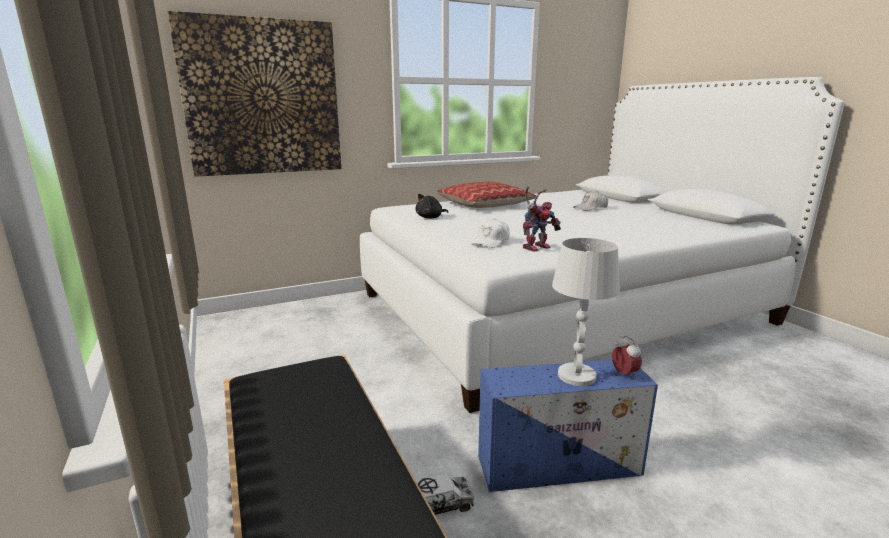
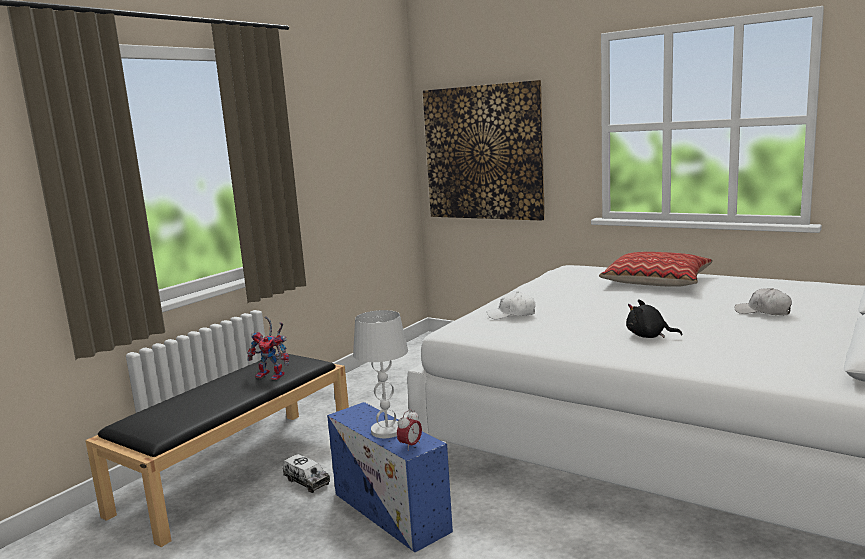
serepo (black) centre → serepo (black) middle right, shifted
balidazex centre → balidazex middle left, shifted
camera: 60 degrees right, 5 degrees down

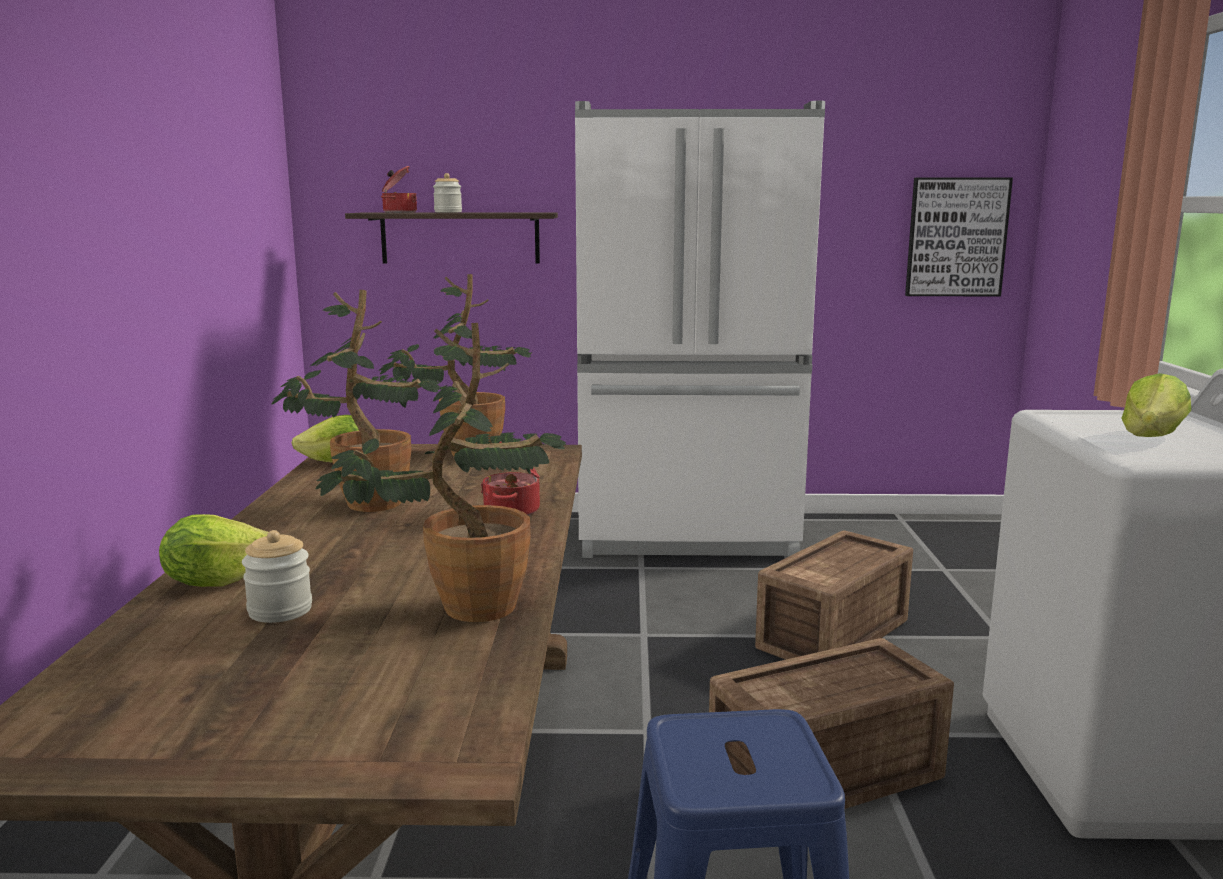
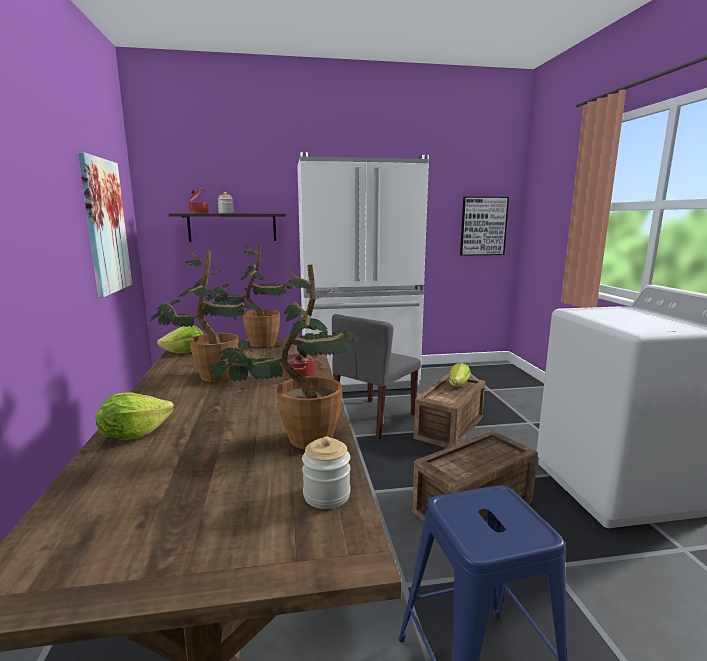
- → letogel (no. 1 from left) middle left
- → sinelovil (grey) centre
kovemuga (no. 1 from left in the first image) middle left → kovemuga (no. 2 from left) bottom centre, shifted
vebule (no. 3 from left) middle right → vebule (no. 3 from left) centre, shifted
camera: 10 degrees left, 0 degrees up

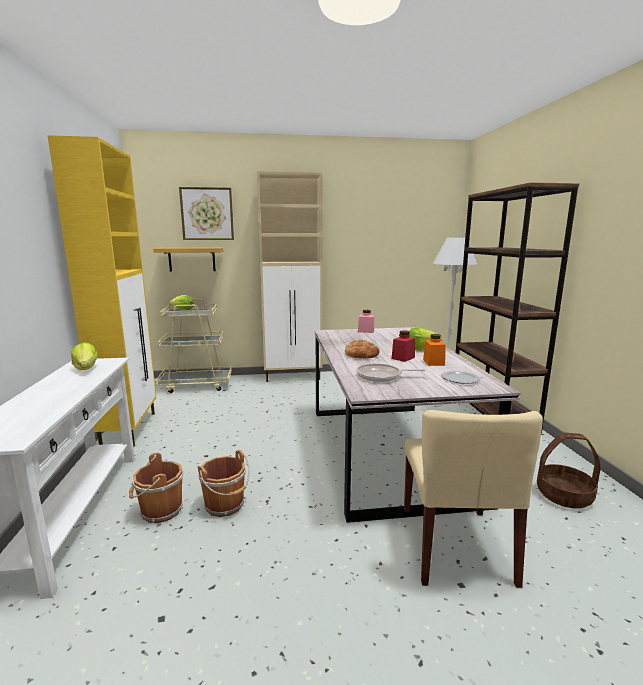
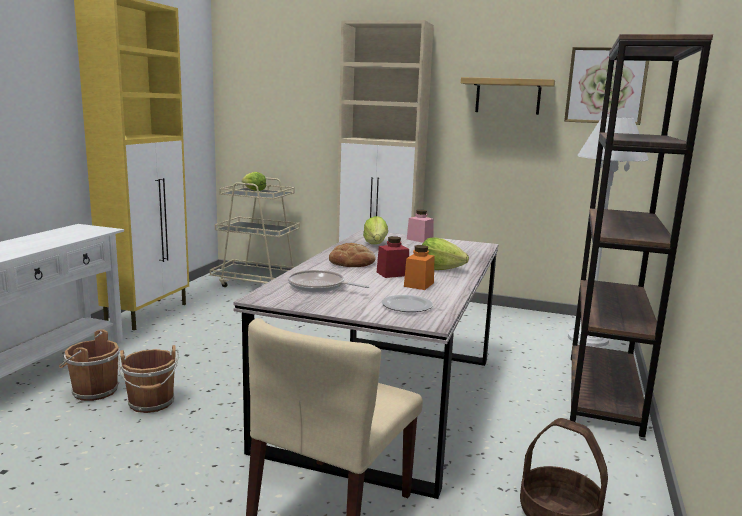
vebule (no. 1 from left in the first image) middle left → vebule (no. 2 from left) centre, shifted
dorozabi middle left → dorozabi top right, shifted
letogel top left → letogel top right, shifted
camera: 25 degrees right, 0 degrees up

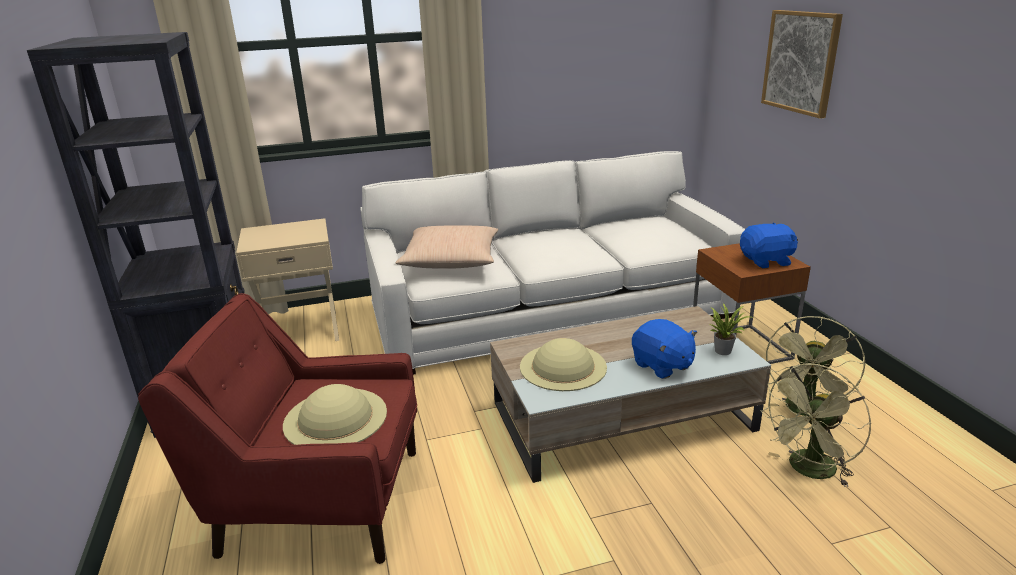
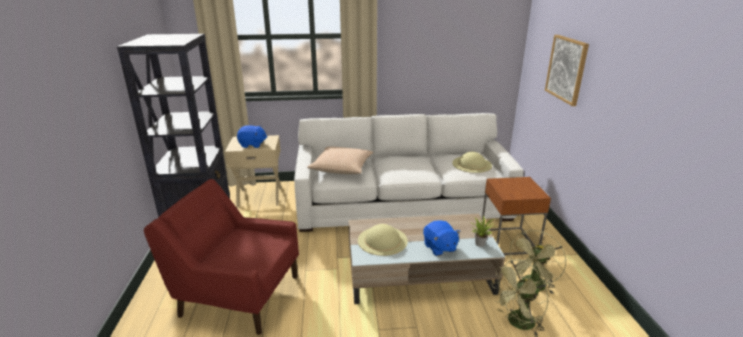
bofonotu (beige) (no. 1 from left in the first image) bottom left → bofonotu (beige) (no. 2 from left) centre, shifted
serepo (blue) (no. 2 from left in the first image) middle right → serepo (blue) (no. 1 from left) centre, shifted
camera: 10 degrees right, 0 degrees up

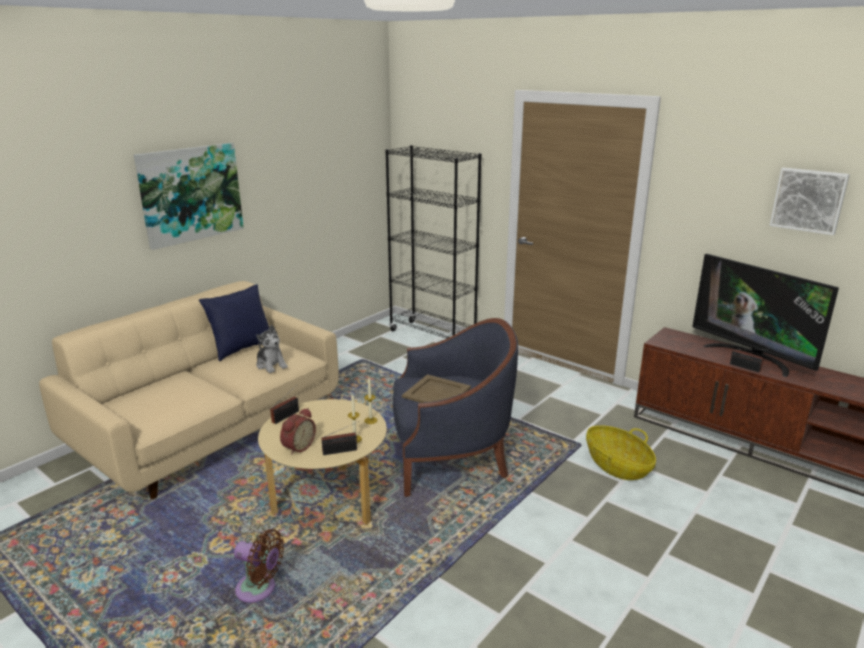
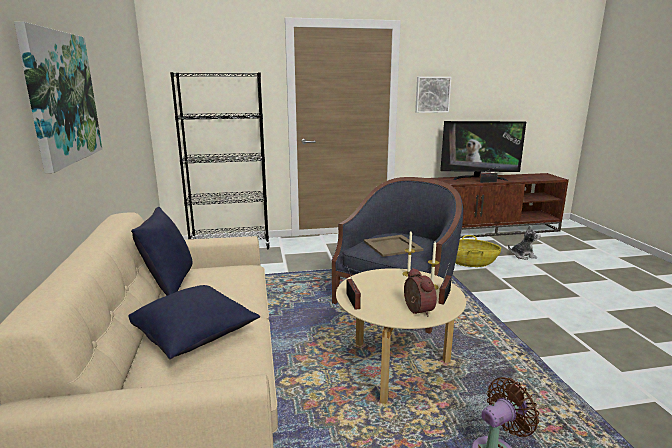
- → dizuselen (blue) (no. 2 from left) bottom left
serepo middle left → serepo middle right, shifted
letogel (no. 2 from left) top right → letogel (no. 2 from left) top centre, shifted
camera: 50 degrees left, 5 degrees down

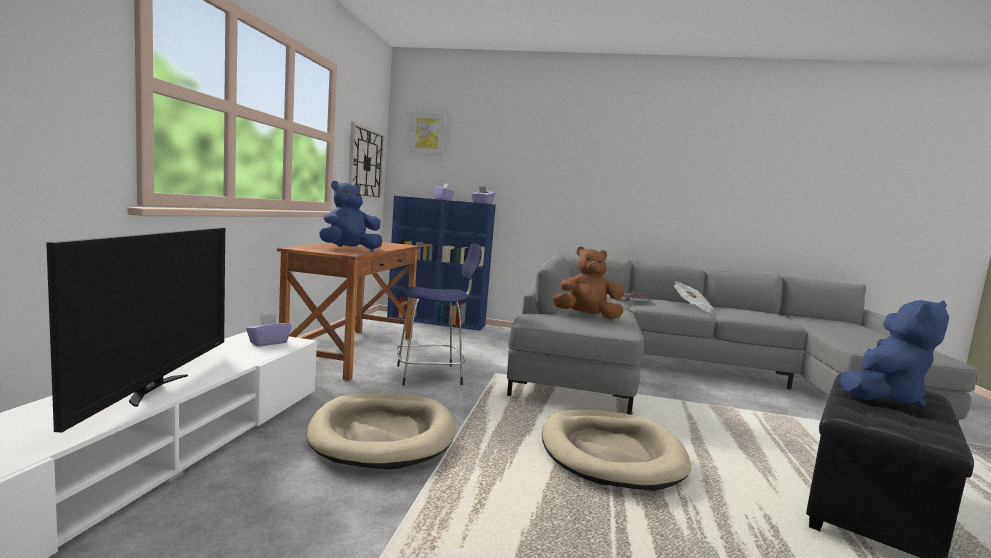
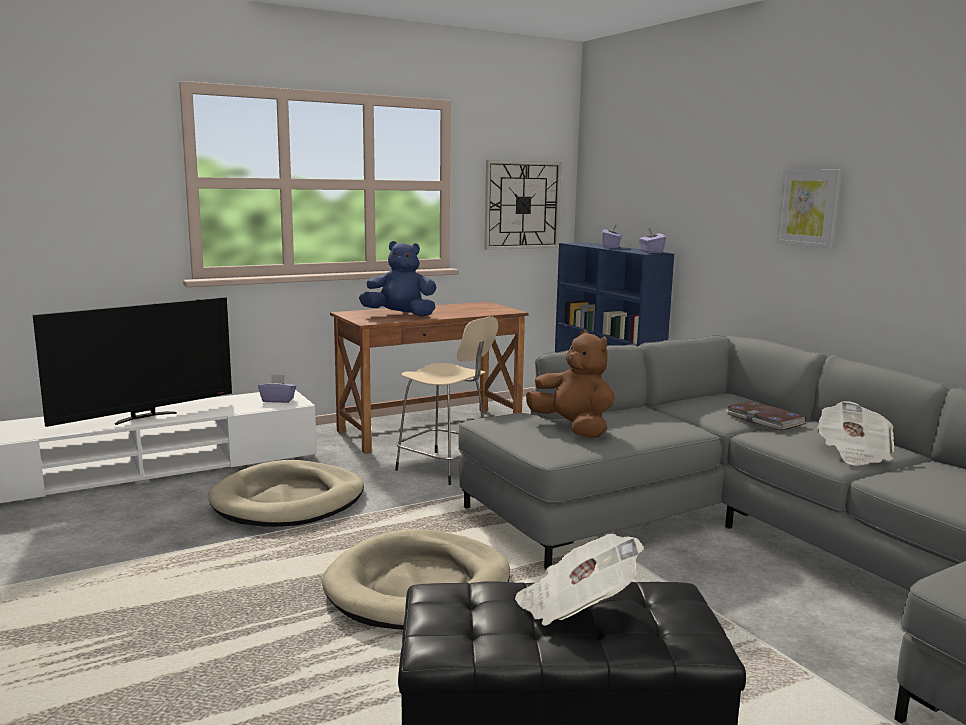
letogel top centre → letogel top right, shifted
serepo (blue) (no. 2 from left) middle right → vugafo (no. 1 from left) bottom centre
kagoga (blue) centre → kagoga (beige) centre
camera: 50 degrees right, 5 degrees up

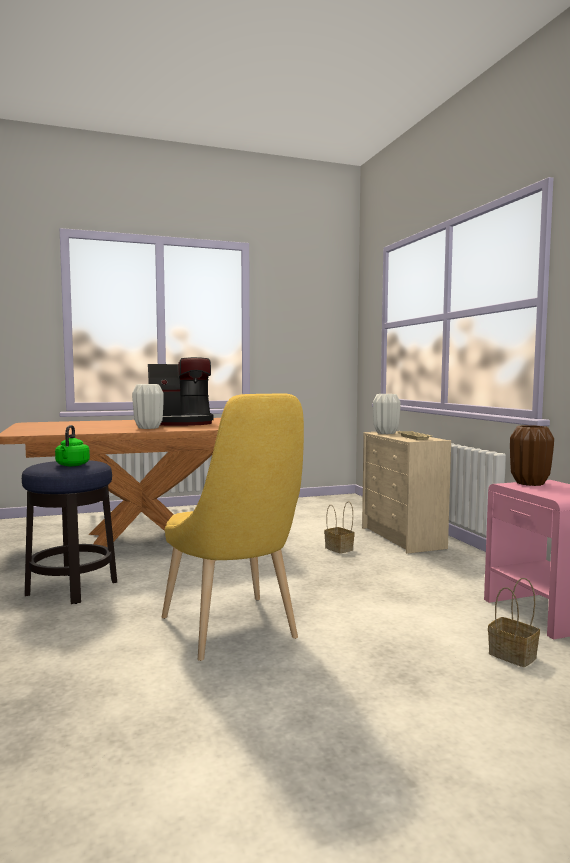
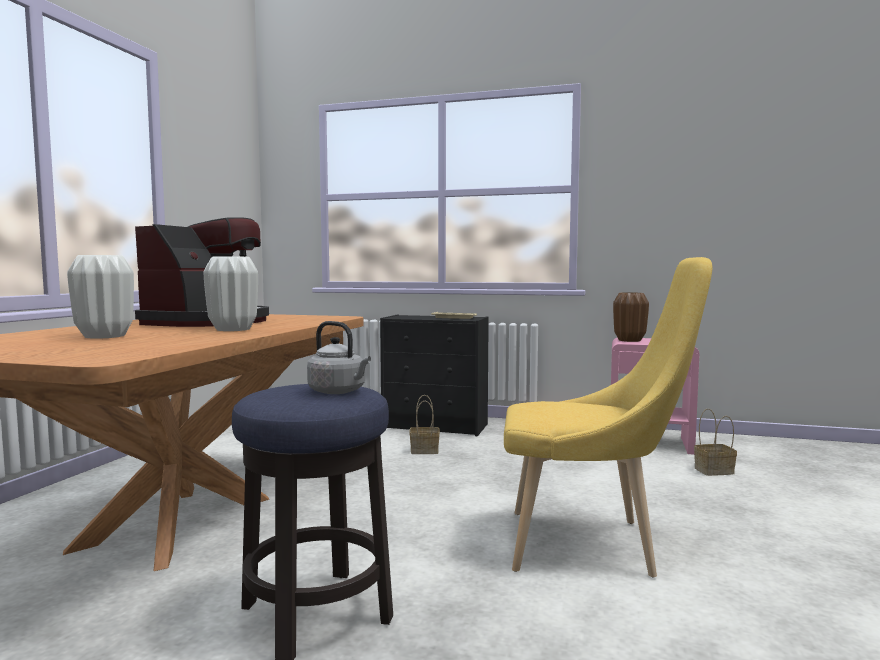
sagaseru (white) (no. 2 from left in the first image) middle right → sagaseru (white) (no. 1 from left) middle left, shifted
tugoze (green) middle left → tugoze (grey) centre
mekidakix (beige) middle right → mekidakix (black) centre
camera: 55 degrees left, 0 degrees up

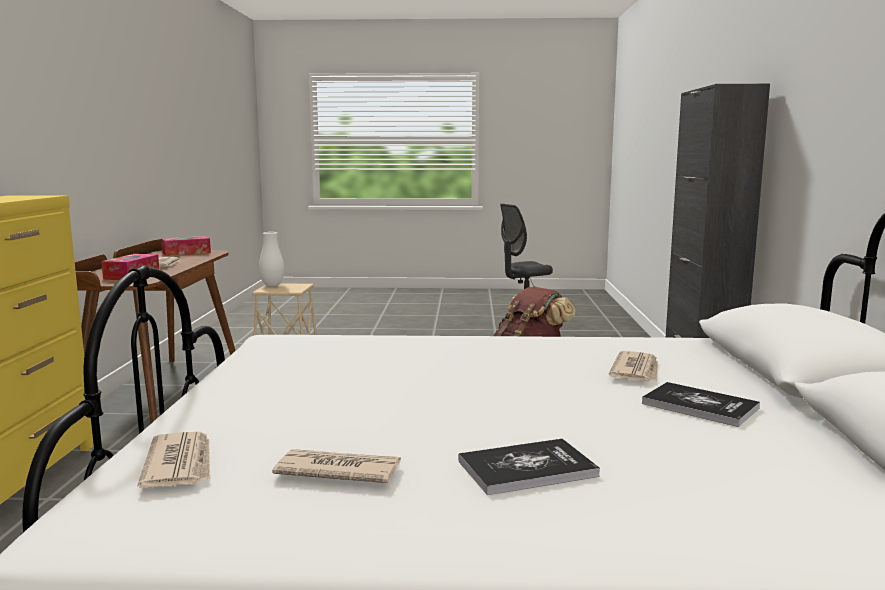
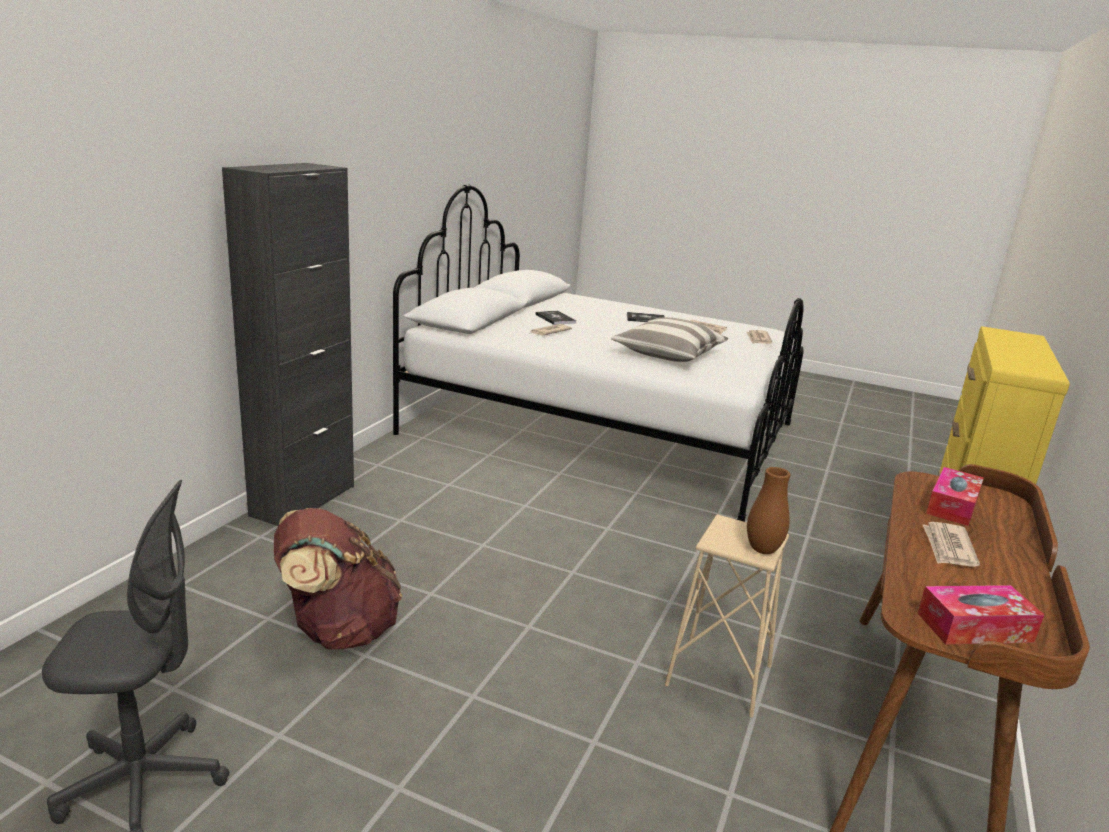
- → dizuselen centre
sagaseru (white) middle left → sagaseru (brown) middle right
camera: 160 degrees left, 10 degrees up

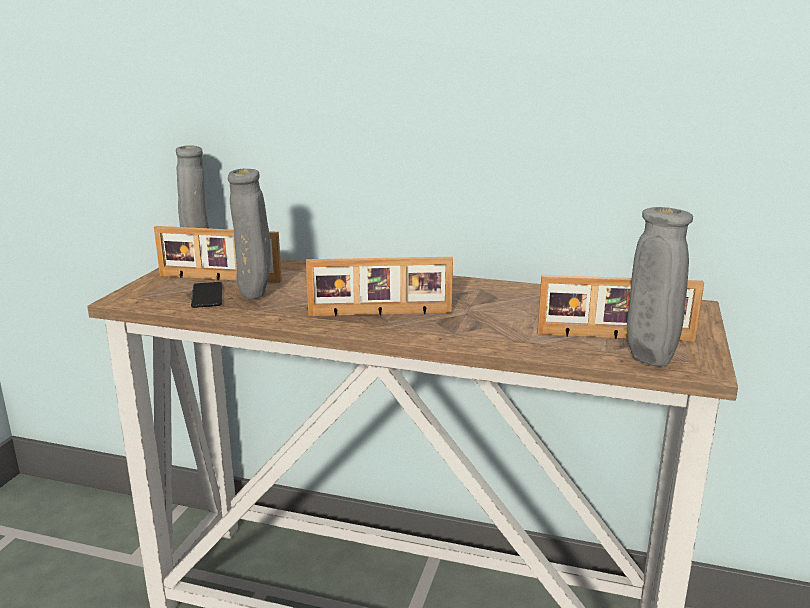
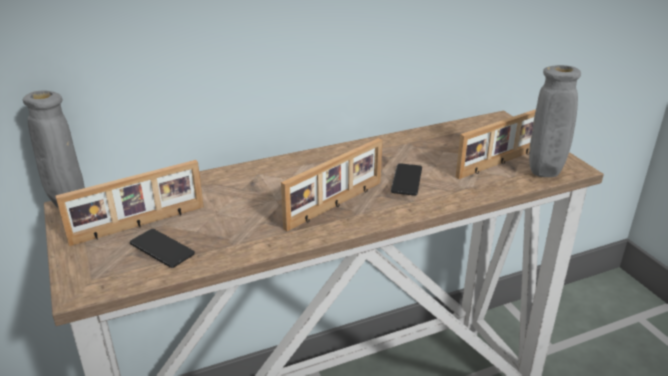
sagaseru (grey) (no. 2 from left) middle left → -
- → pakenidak (no. 2 from left) centre
camera: 40 degrees left, 10 degrees up

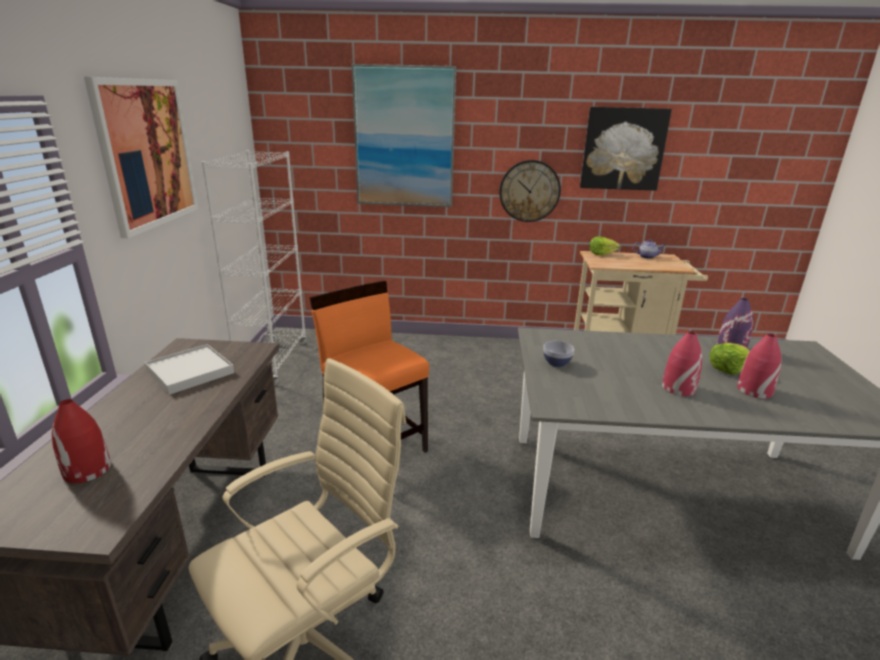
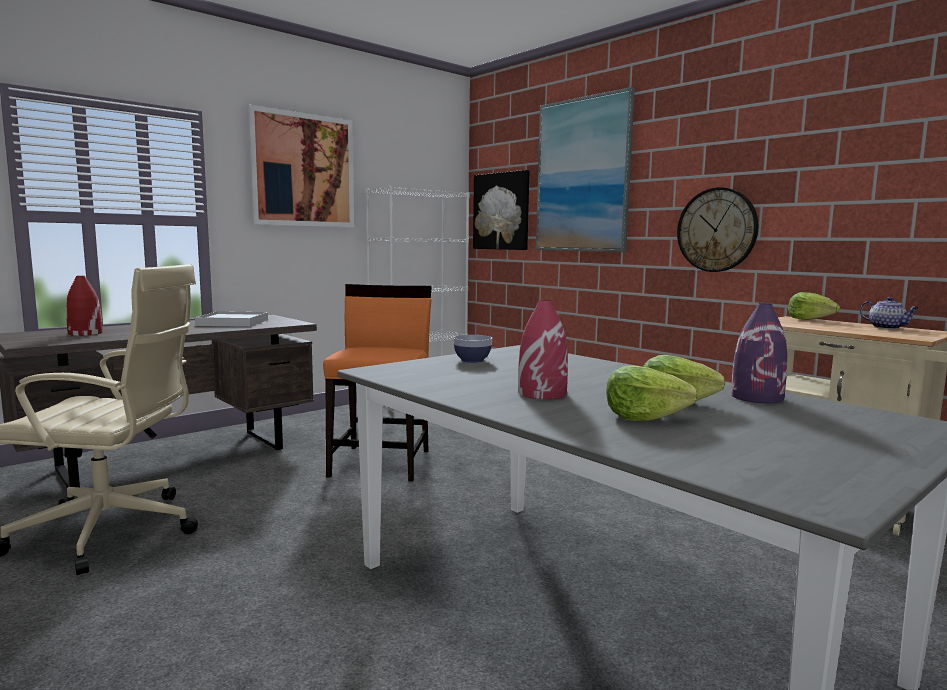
letogel (no. 3 from left in the first image) top right → letogel (no. 2 from left) top centre, shifted
sagaseru (red) (no. 3 from left) middle right → vebule (no. 1 from left) middle right
camera: 45 degrees right, 15 degrees down

